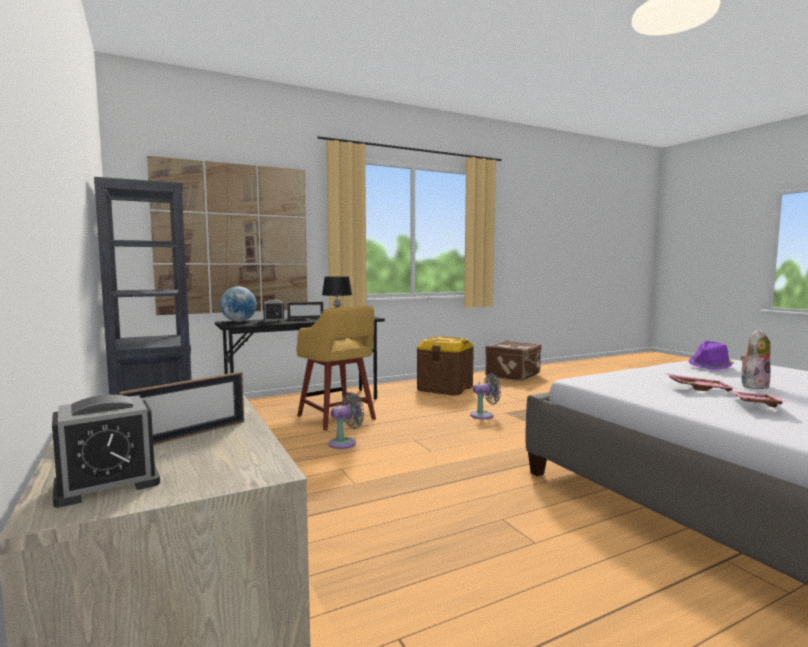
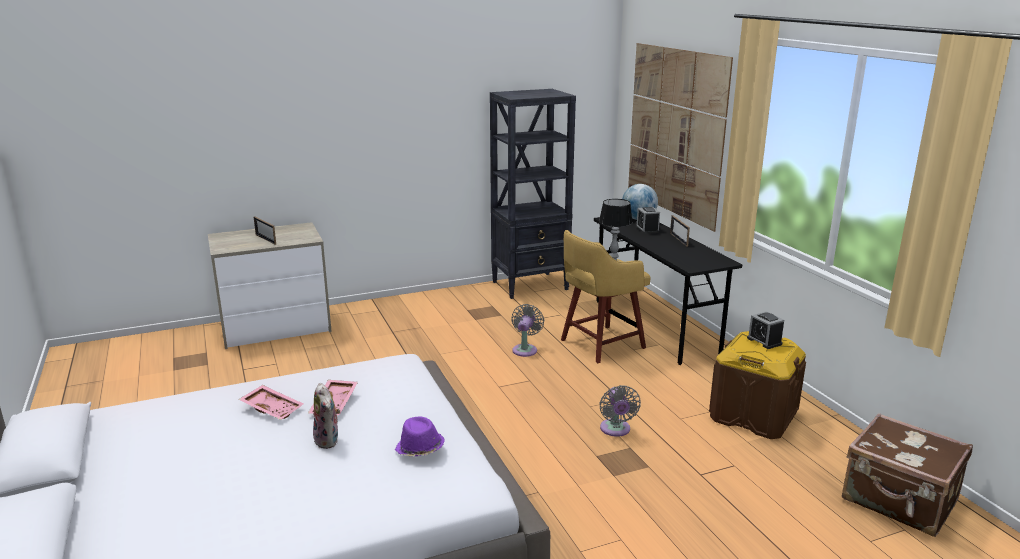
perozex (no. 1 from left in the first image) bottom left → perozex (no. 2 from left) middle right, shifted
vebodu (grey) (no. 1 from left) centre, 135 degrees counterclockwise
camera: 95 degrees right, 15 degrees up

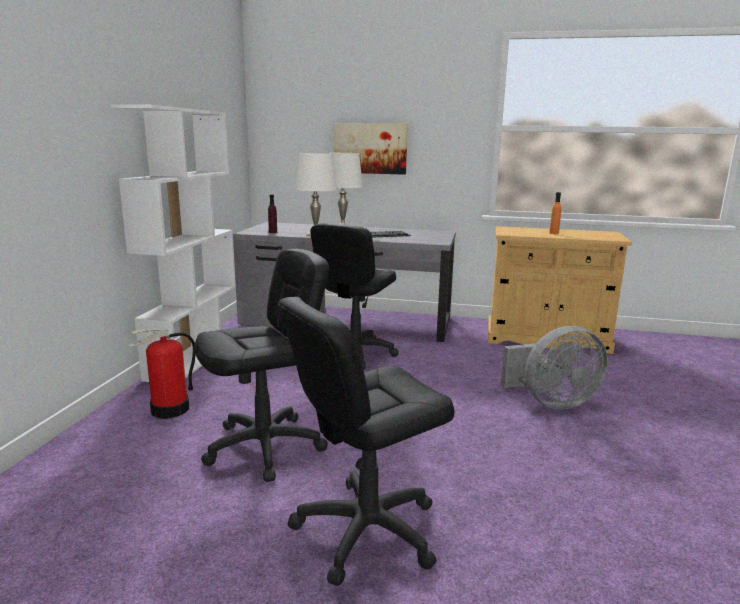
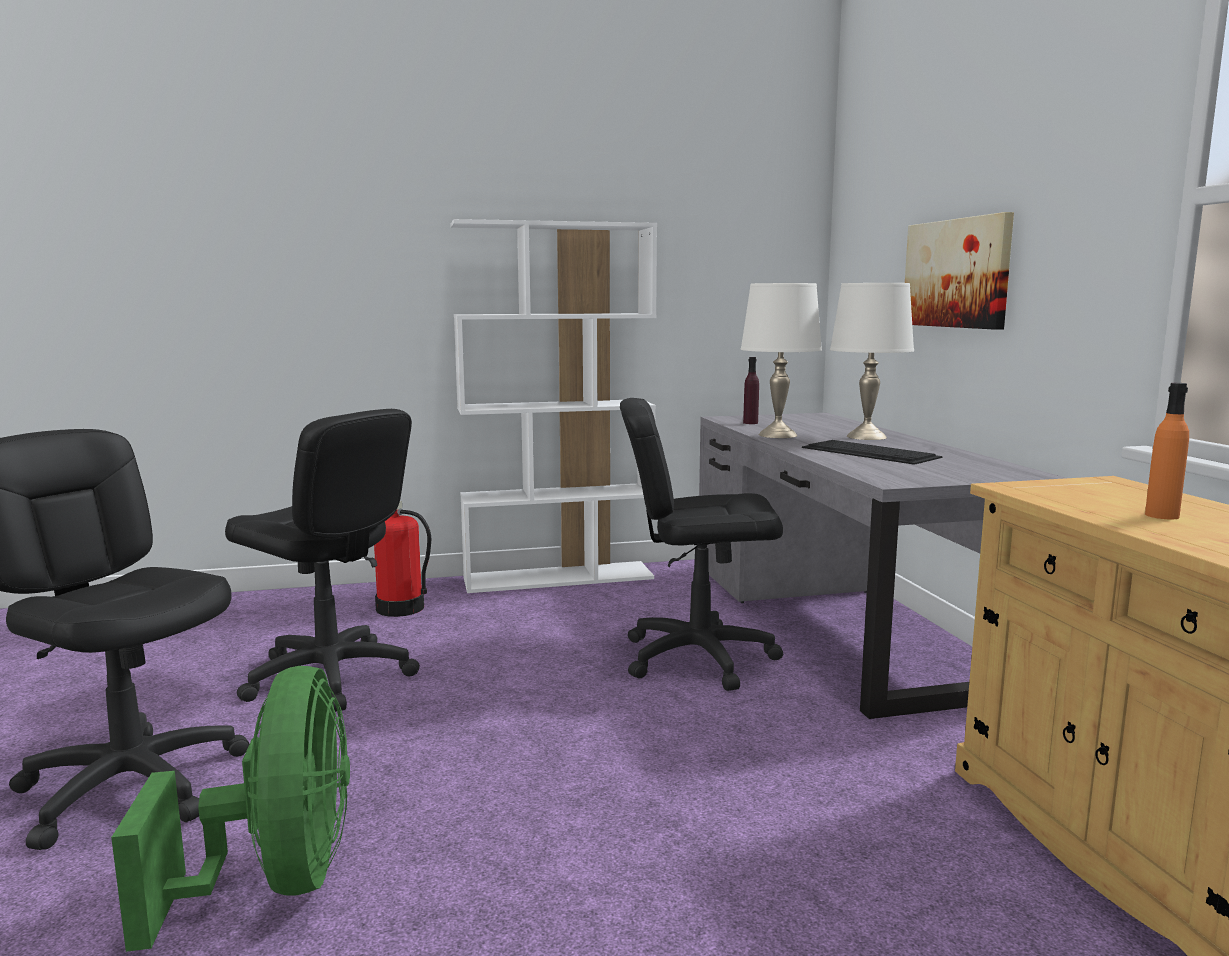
vebodu (grey) middle right → -
- → vebodu (green) bottom left
camera: 65 degrees right, 5 degrees down

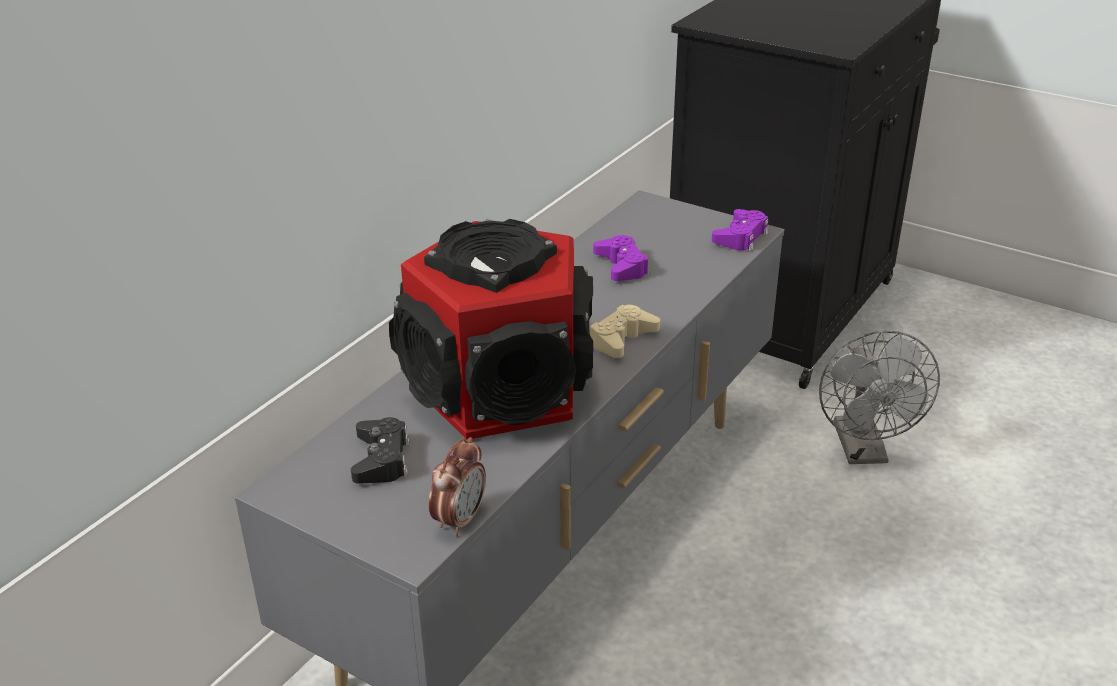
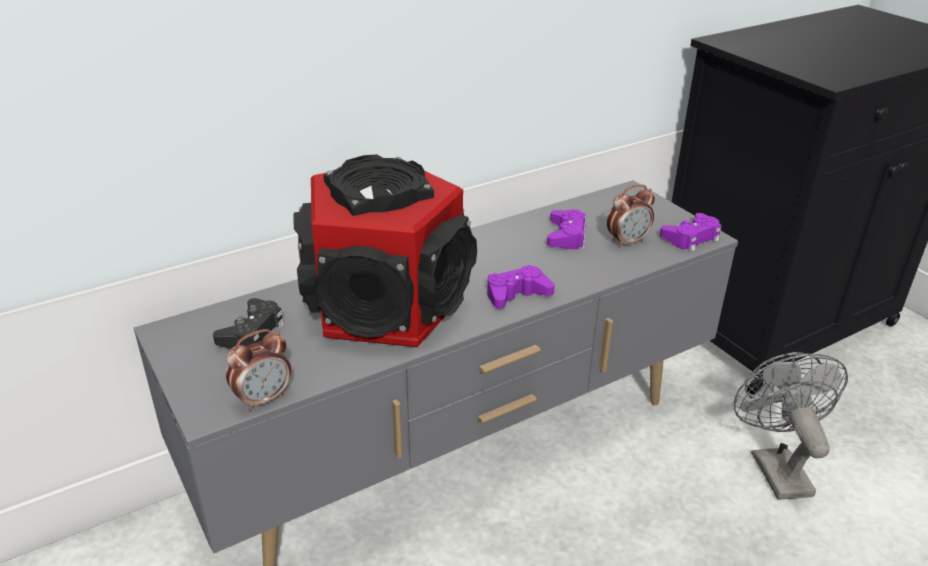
- → perozex (no. 2 from left) middle right
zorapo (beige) centre → zorapo (purple) (no. 1 from left) centre
vebodu (grey) middle right → vebodu (grey) bottom right, 150 degrees clockwise
camera: 25 degrees right, 0 degrees up

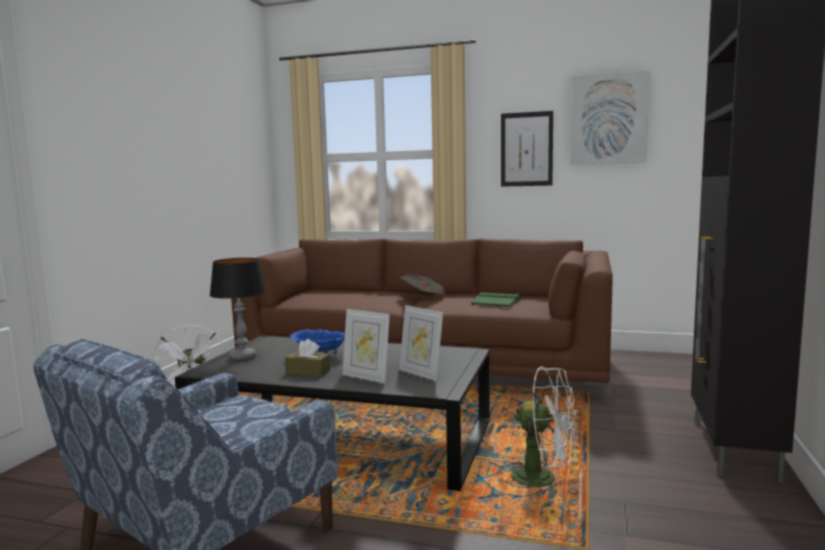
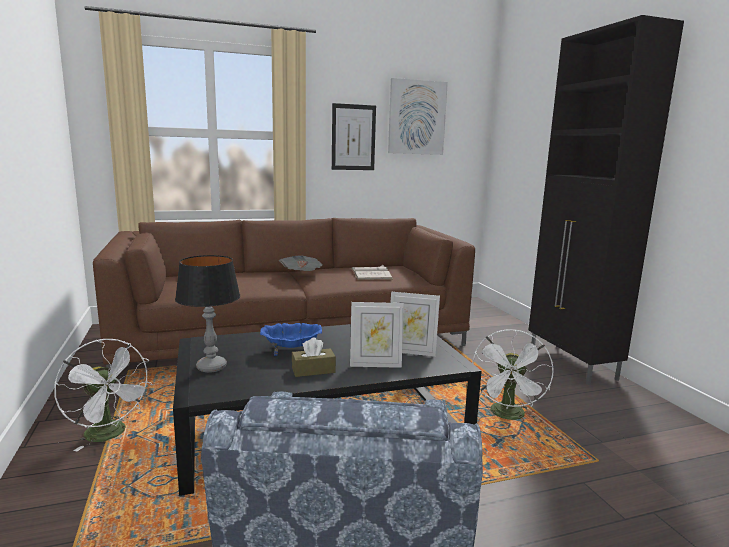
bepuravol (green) centre → bepuravol (white) centre
vebodu (white) (no. 2 from left) bottom centre → vebodu (white) (no. 2 from left) bottom right, 120 degrees clockwise
camera: 35 degrees left, 5 degrees up

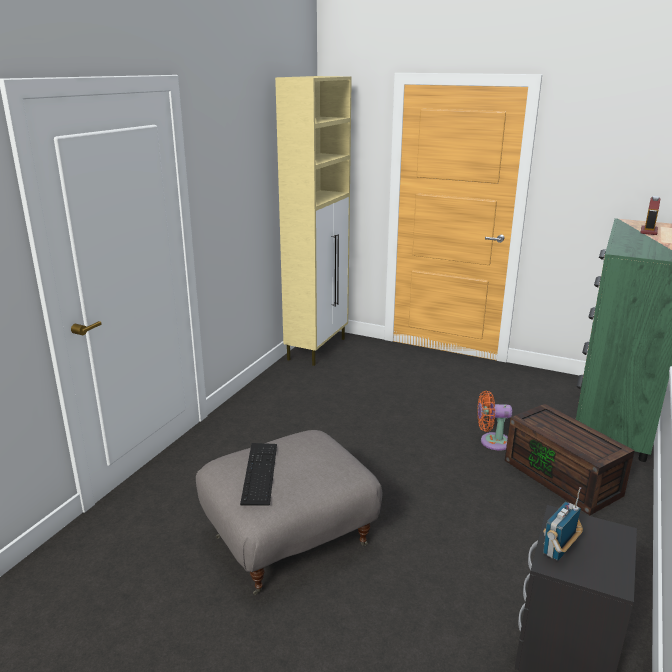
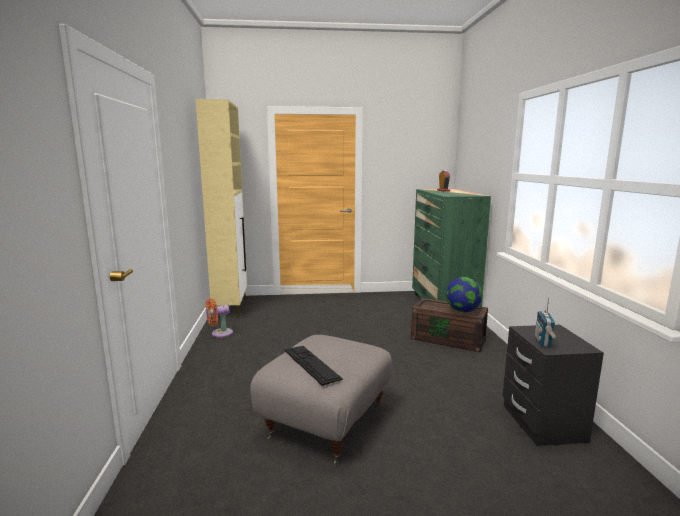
- → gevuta middle right
vebodu (orange) middle right → vebodu (orange) middle left, shifted
camera: 30 degrees left, 10 degrees down

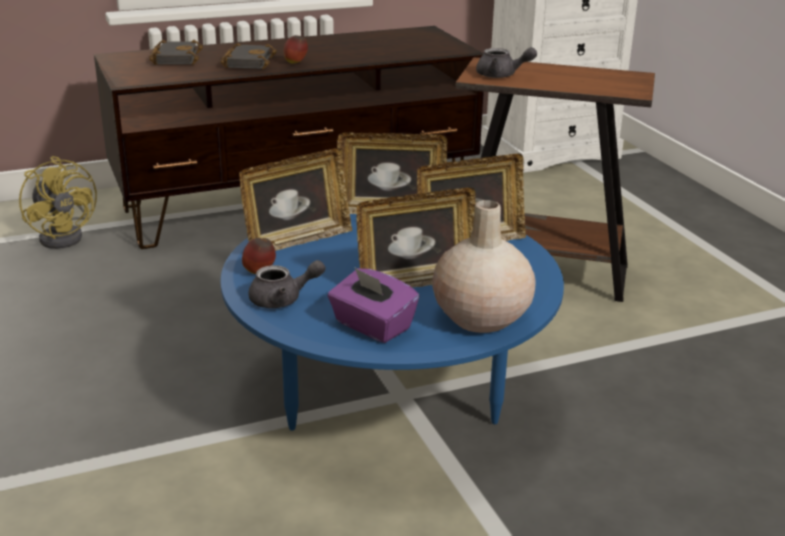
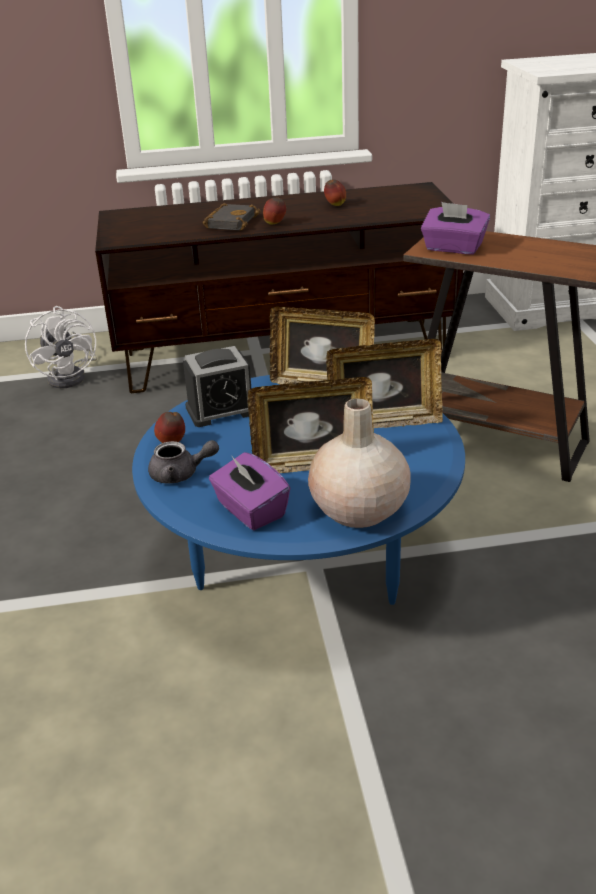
bepuravol (black) (no. 1 from left) top left → -
- → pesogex (no. 3 from left) top centre
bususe (no. 1 from left) centre → perozex centre
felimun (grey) (no. 2 from left) top centre → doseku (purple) (no. 2 from left) top right
vebodu (yellow) middle left → vebodu (white) middle left
camera: 15 degrees right, 5 degrees up

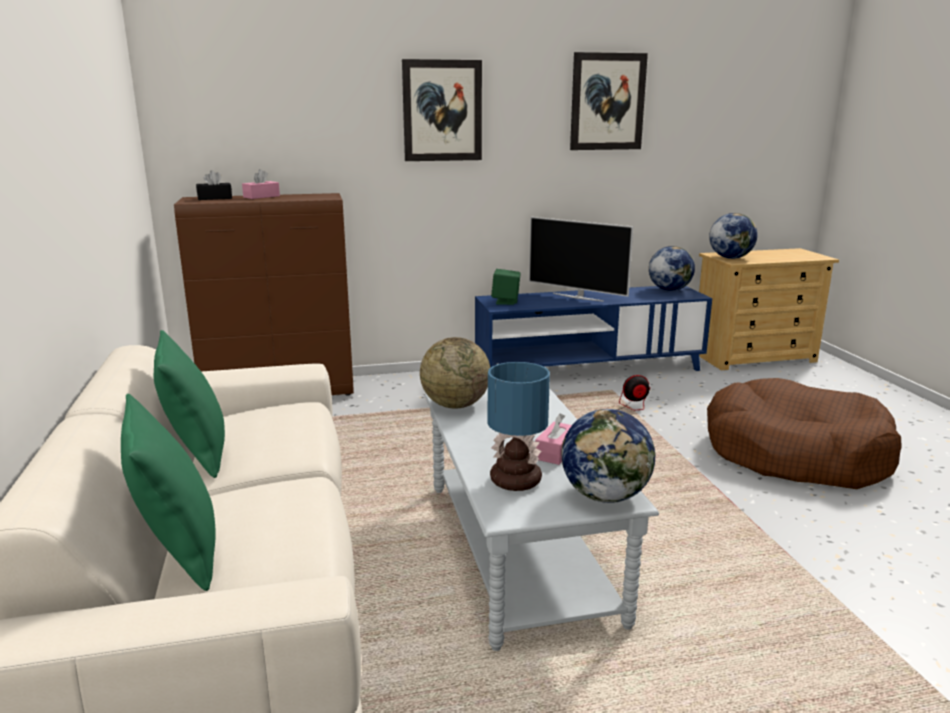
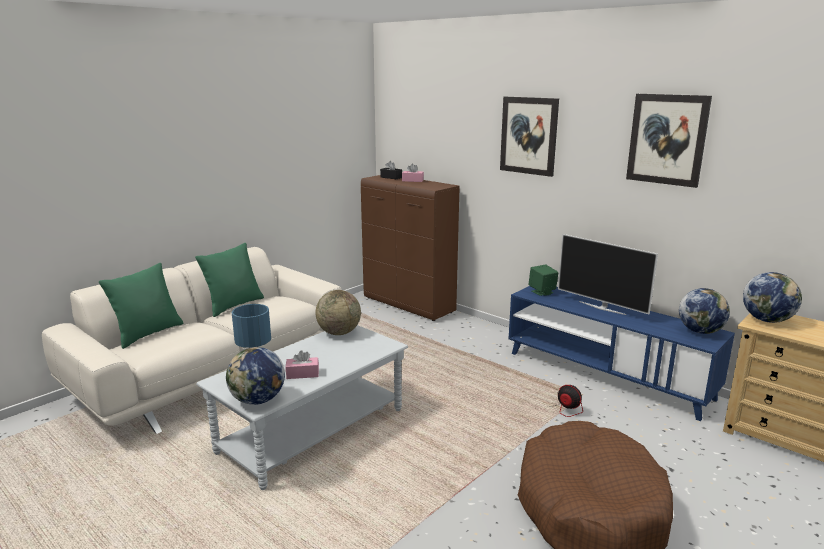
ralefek centre → ralefek middle right, 45 degrees counterclockwise
camera: 55 degrees right, 0 degrees up

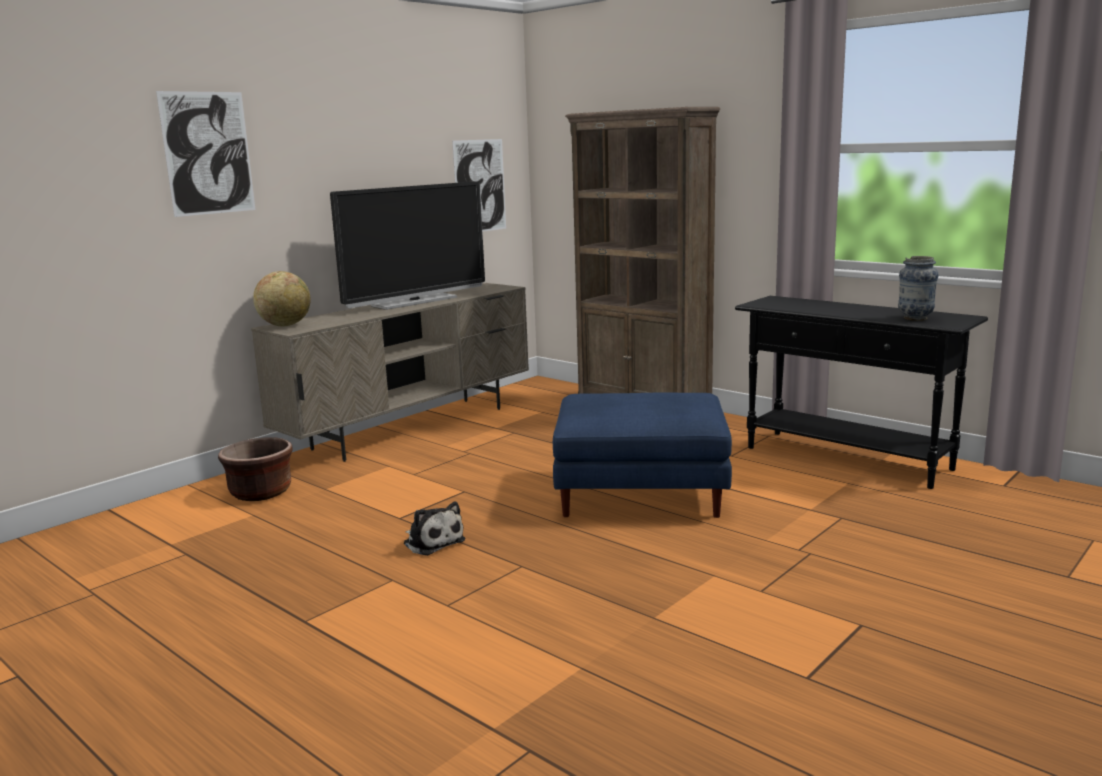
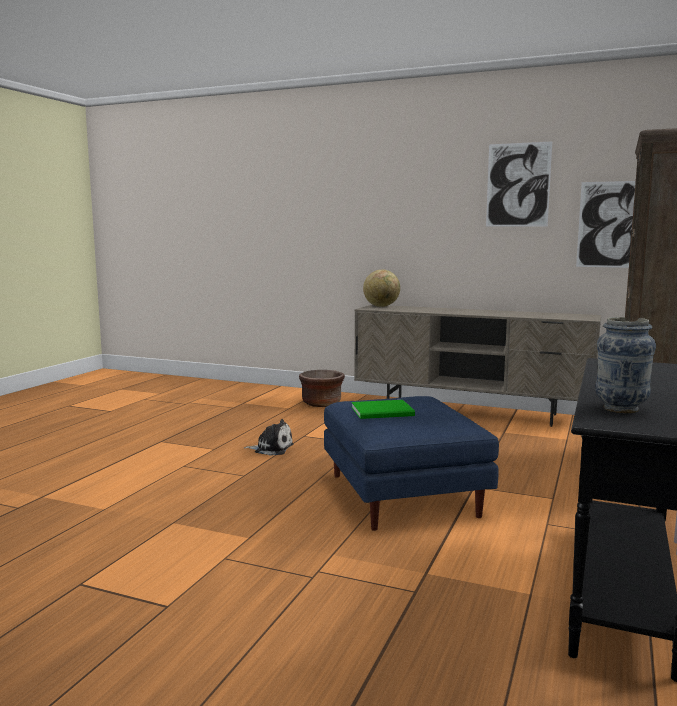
ralefek top centre → -
- → bepuravol (green) centre
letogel (no. 1 from left) top left → letogel (no. 1 from left) top right, shifted
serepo bottom centre → serepo centre, 105 degrees counterclockwise
camera: 70 degrees right, 5 degrees down

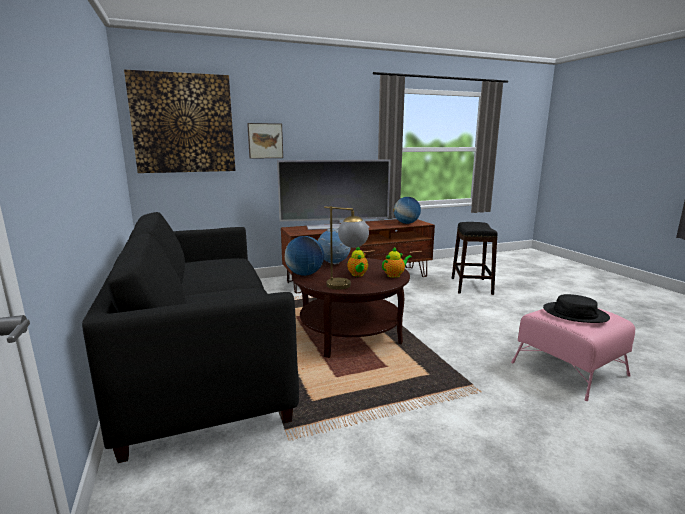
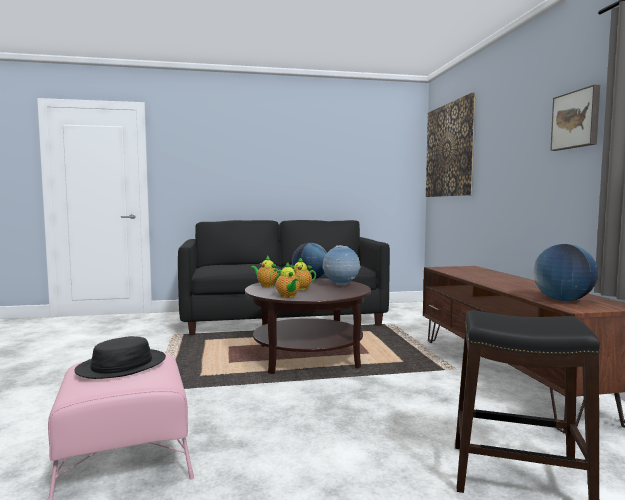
ralefek centre → -
letogel (no. 2 from left) top centre → letogel (no. 2 from left) top right, shifted
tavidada centre → felimun (no. 1 from left) centre
camera: 100 degrees right, 10 degrees down

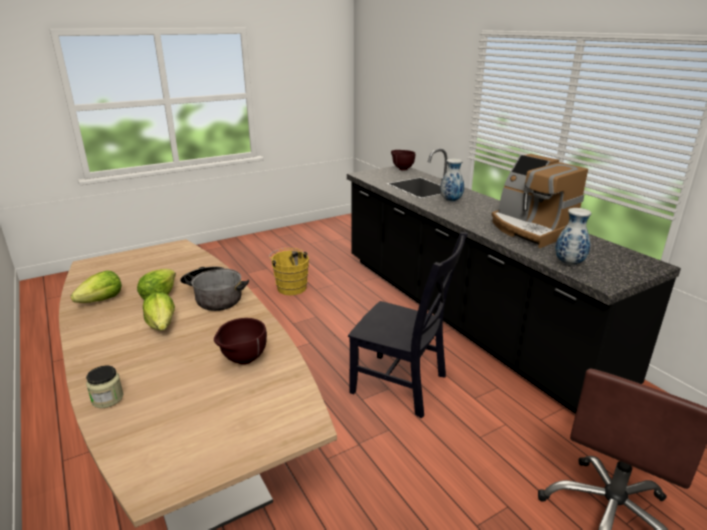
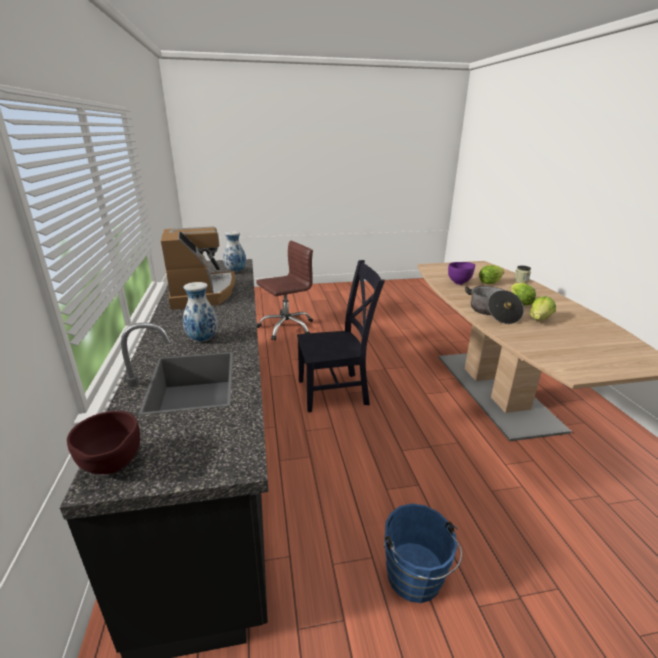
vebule (no. 1 from left) middle left → vebule (no. 1 from left) middle right, shifted
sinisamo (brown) (no. 1 from left) centre → sinisamo (purple) middle right
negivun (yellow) centre → negivun (blue) bottom centre
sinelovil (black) centre, 120 degrees clockwise
camera: 160 degrees left, 0 degrees up

